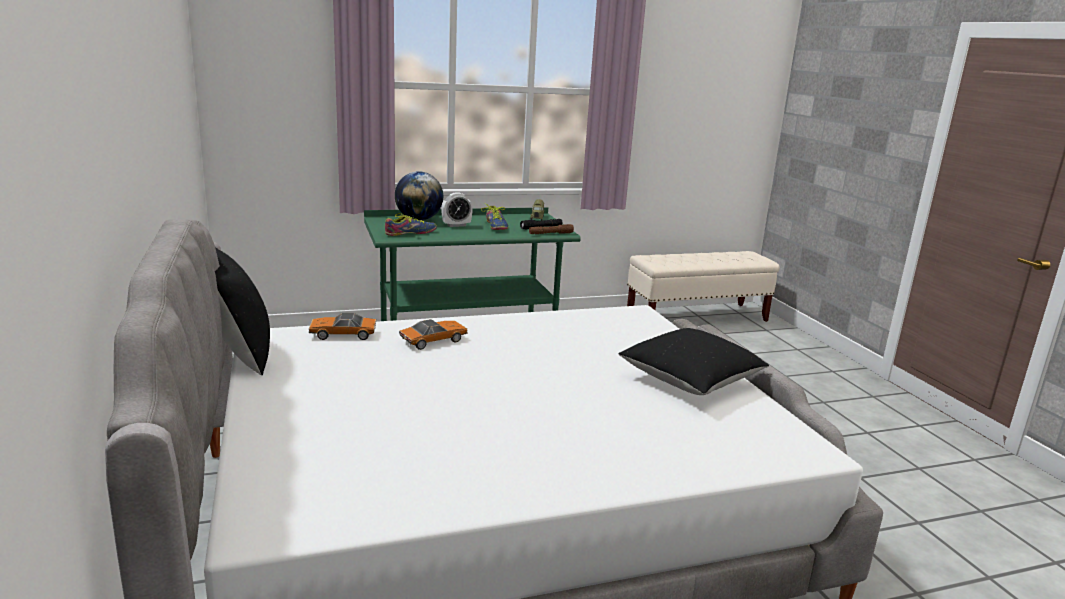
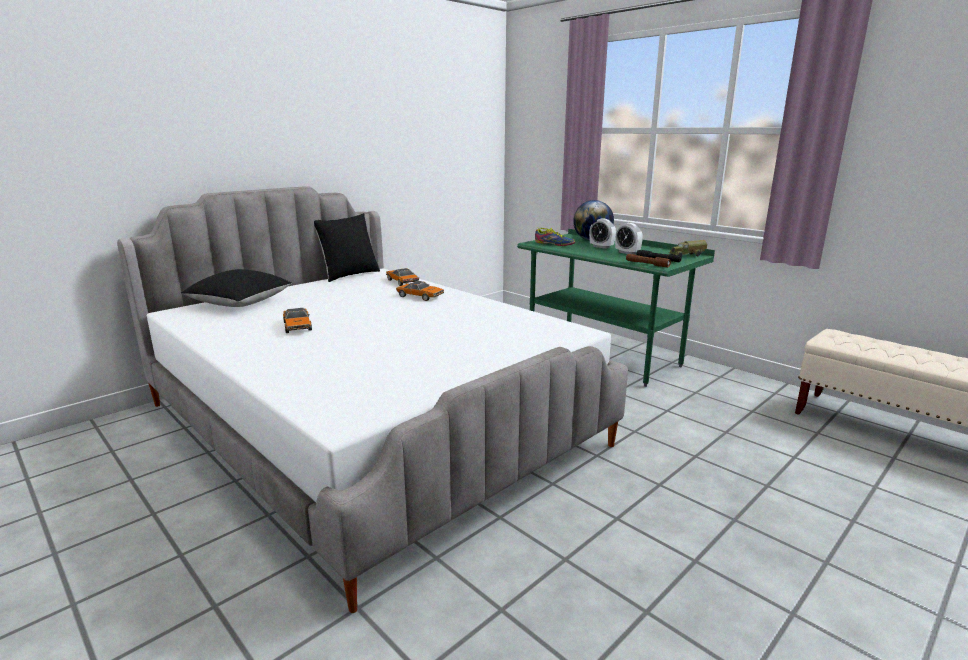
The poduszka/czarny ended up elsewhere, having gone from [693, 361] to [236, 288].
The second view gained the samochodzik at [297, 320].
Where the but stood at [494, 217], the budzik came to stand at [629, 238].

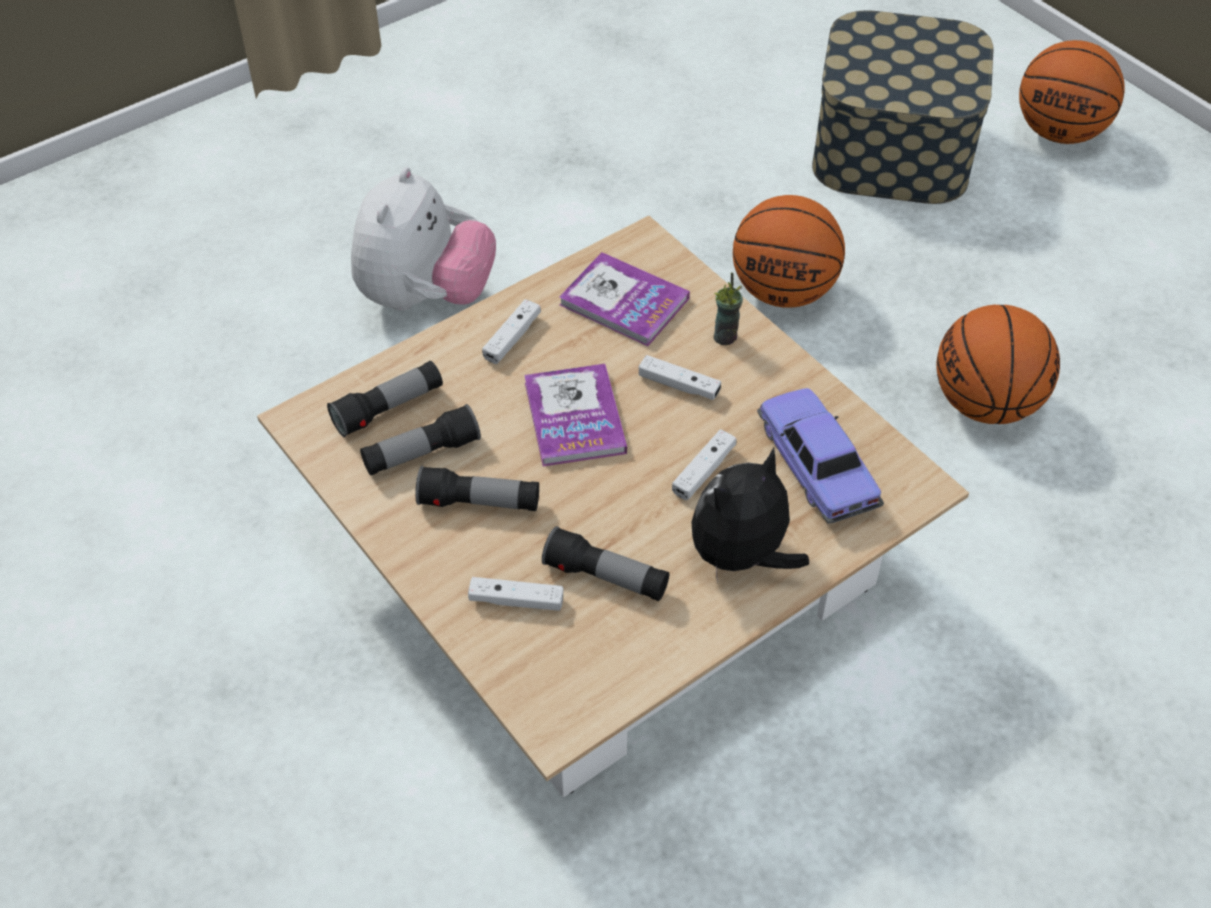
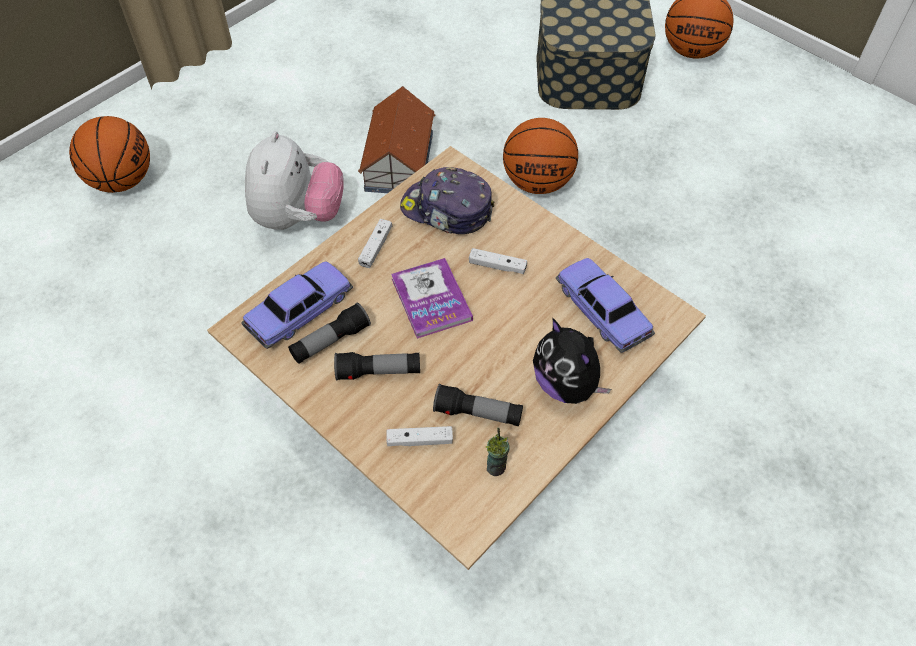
The piłka do koszykówki ended up elsewhere, having gone from [998, 364] to [109, 154].
Where the latarka stood at [385, 399], the samochodzik came to stand at [297, 305].
The second view gained the domek at [396, 139].
Where the książka stood at [624, 299], the czapka z daszkiem came to stand at [447, 200].
The filiżanka ended up elsewhere, having gone from [728, 308] to [498, 451].
The pluszak at [750, 514] ended up facing another way, 75 degrees counterclockwise from before.
The second view lost the pad do gier/biały at [704, 464].

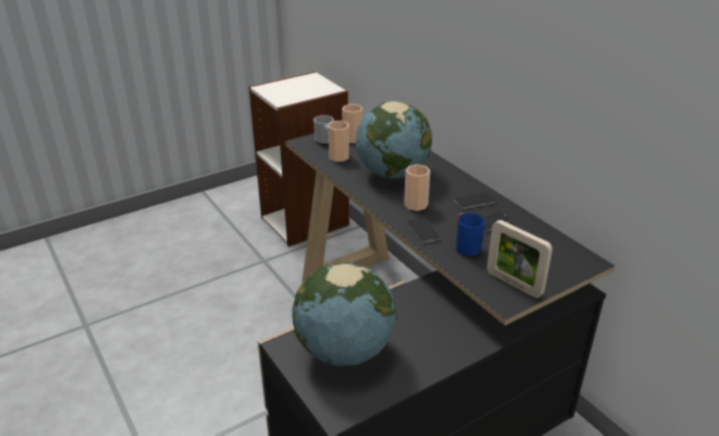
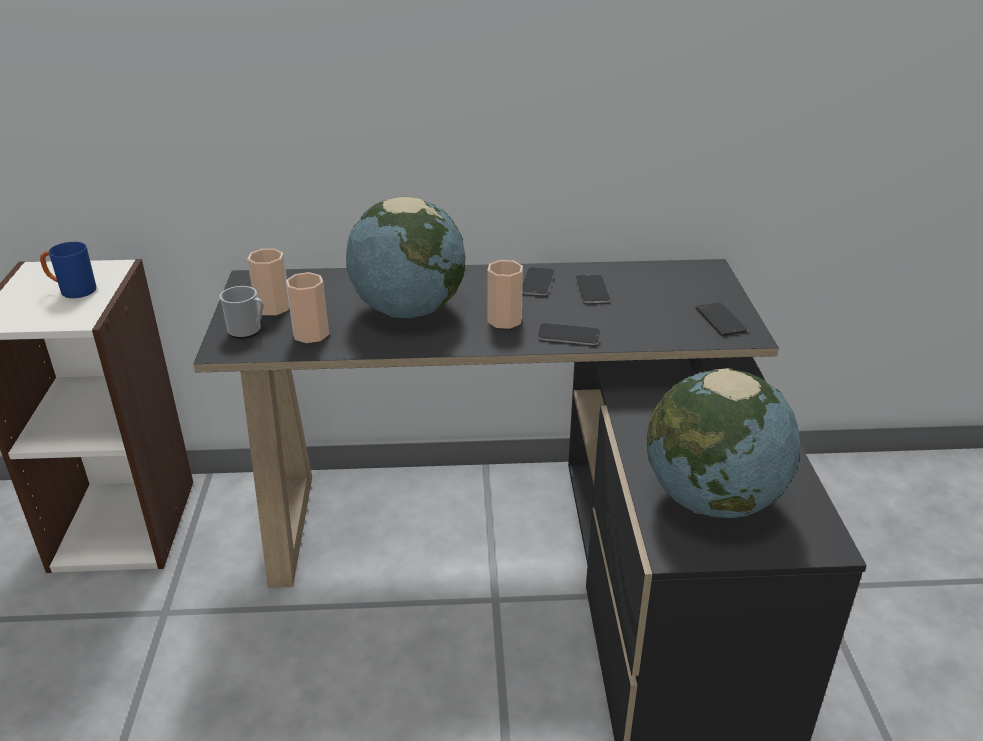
The kubek/niebieski ended up elsewhere, having gone from [470, 234] to [68, 270].
Where the ramka na zdjęcie stood at [520, 259], the telefon came to stand at [721, 319].

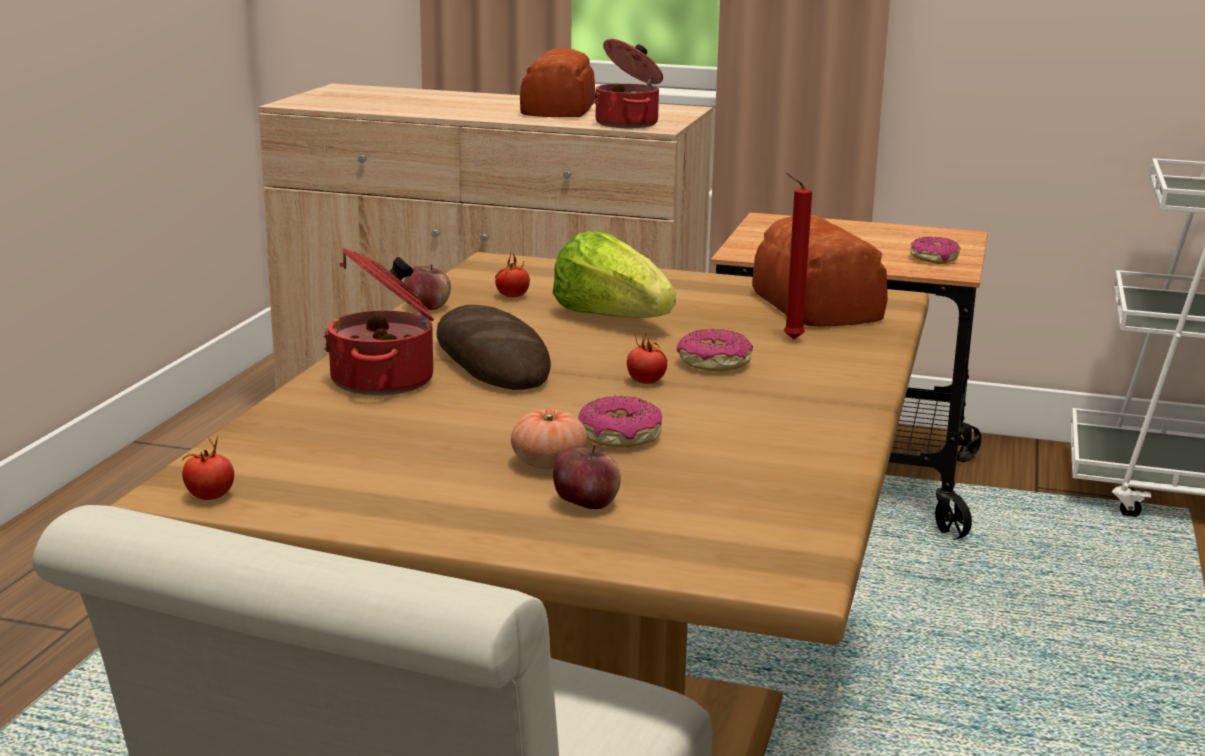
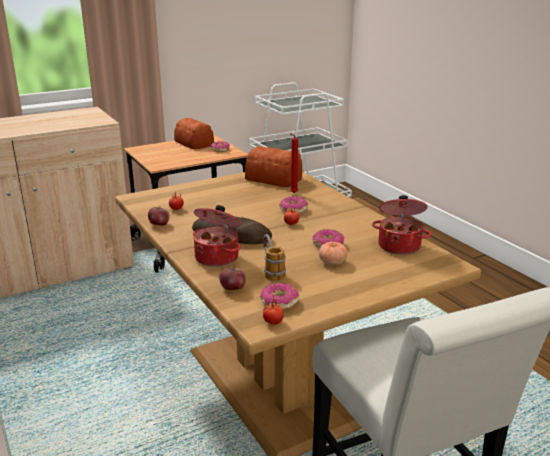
The chleb ended up elsewhere, having gone from [558, 82] to [194, 133].
The jabłko ended up elsewhere, having gone from [587, 477] to [232, 278].
The second view gained the donut at [279, 296].
The second view gained the kubek at [274, 257].
The garnek ended up elsewhere, having gone from [628, 83] to [401, 225].
The second view lost the sałata at [614, 274].

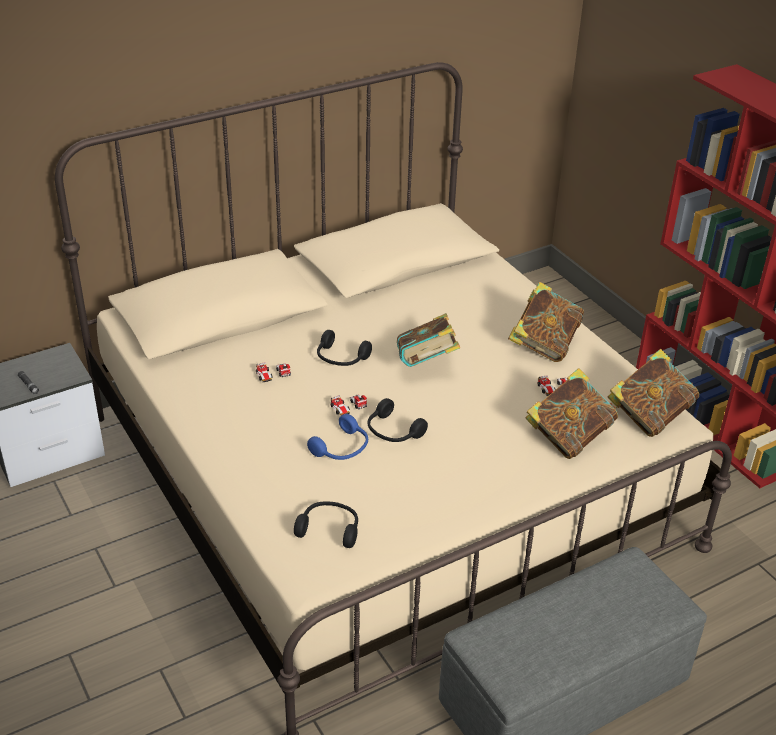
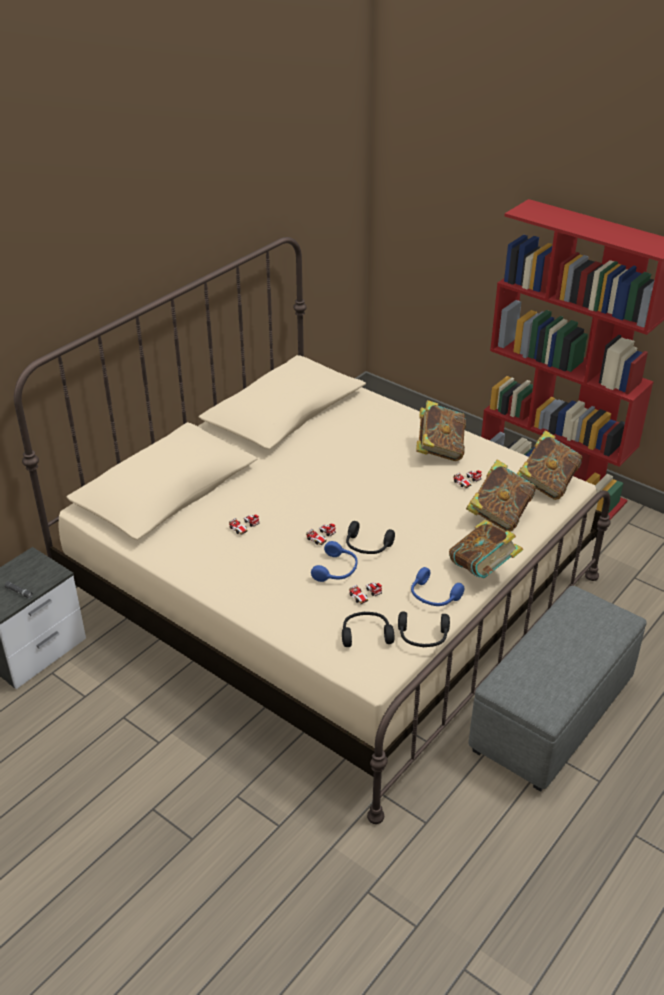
The second view gained the samochodzik at [365, 593].
The słuchawki/czarny ended up elsewhere, having gone from [344, 348] to [424, 629].
The second view gained the słuchawki/niebieski at [437, 586].
The książka ended up elsewhere, having gone from [428, 340] to [486, 548].

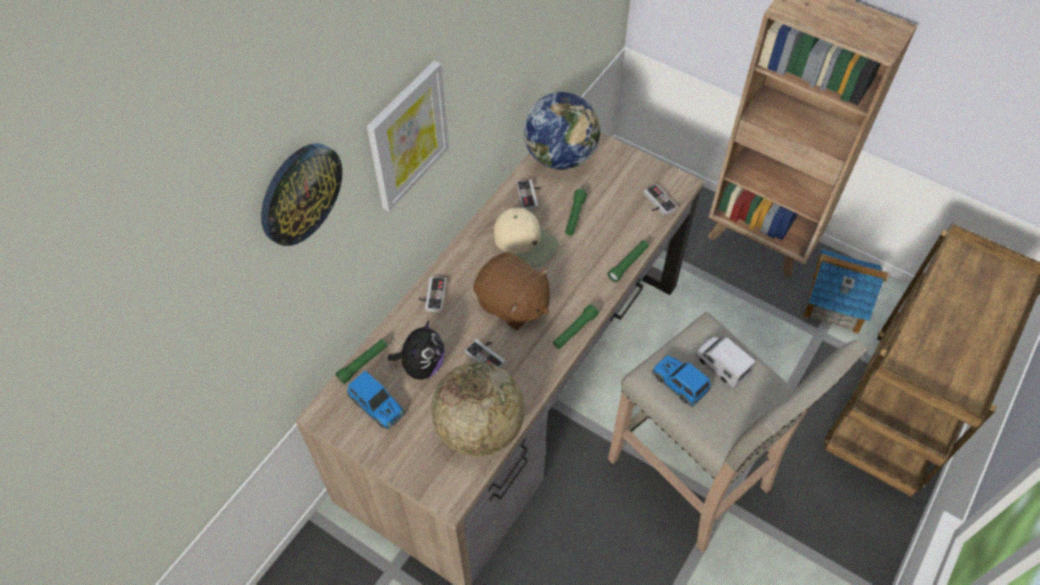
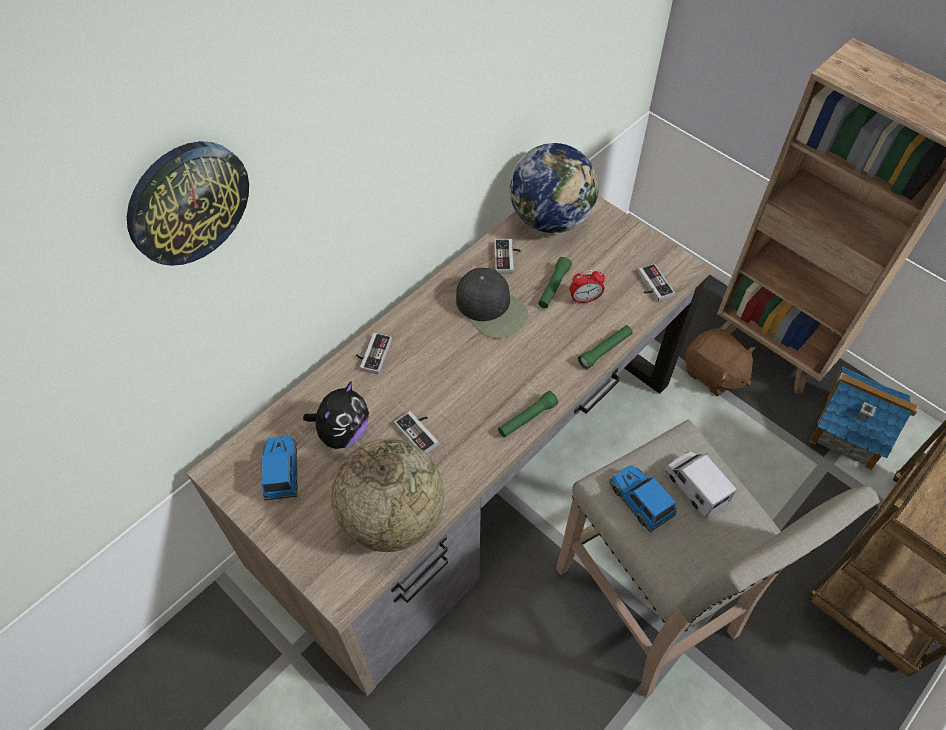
The samochodzik at [376, 400] ended up facing another way, 150 degrees counterclockwise from before.
What was the czapka z daszkiem/beżowy at [526, 237] turned into the czapka z daszkiem/czarny at [492, 303].
The second view gained the budzik at [587, 286].
The pluszak/brązowy ended up elsewhere, having gone from [511, 291] to [720, 362].
The second view lost the latarka/zielony at [362, 361].
The second view lost the obraz at [408, 135].

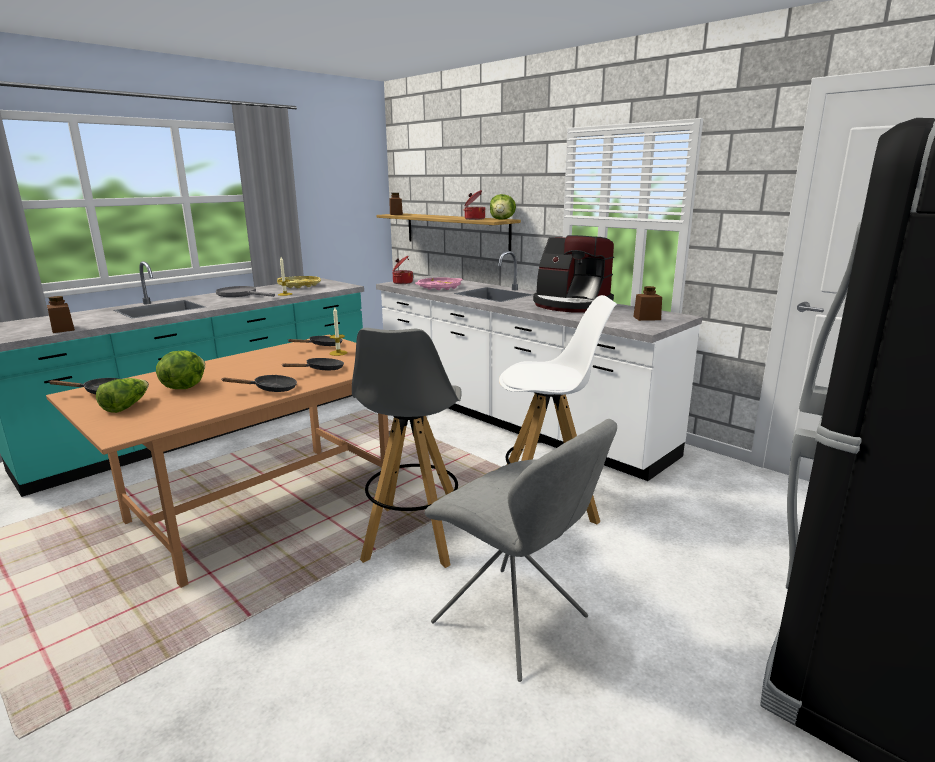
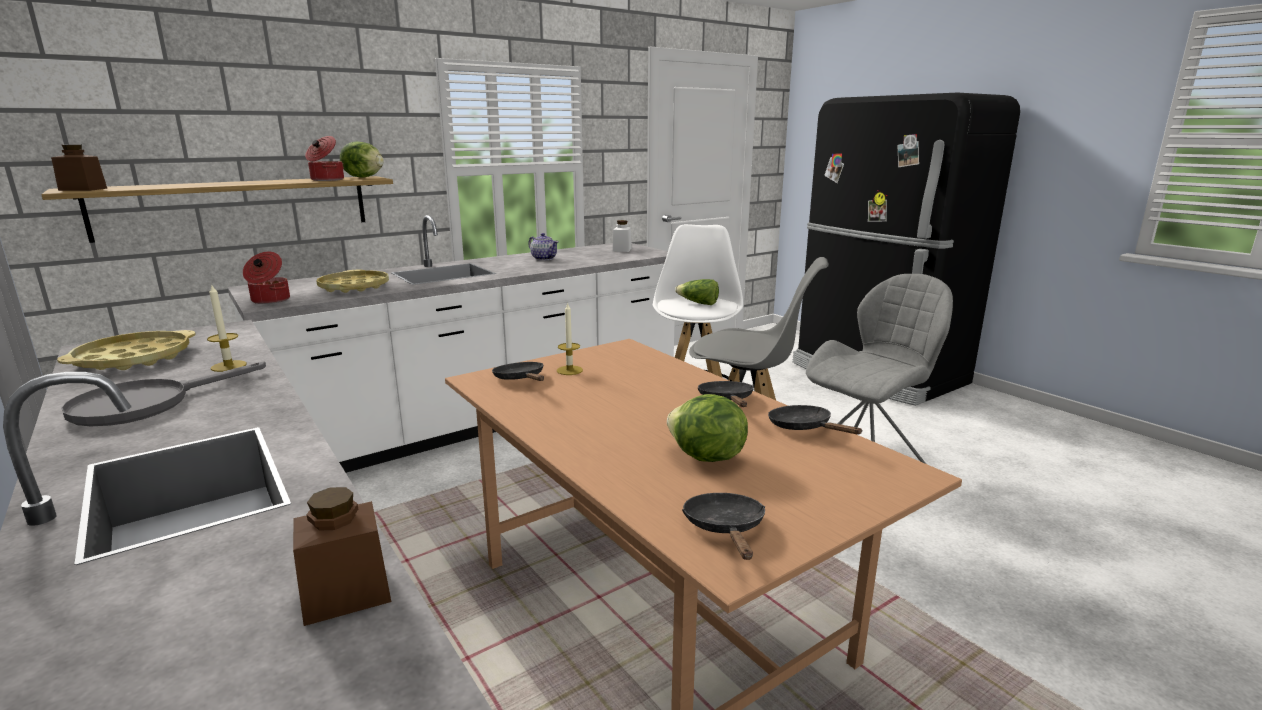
What was the taca/różowy at [439, 283] turned into the taca/żółty at [353, 281].
Where the ekspres do kawy stood at [573, 274], the imbryk came to stand at [543, 247].
What was the słoik/brązowy at [647, 303] turned into the słoik/biały at [622, 236].
The sałata ended up elsewhere, having gone from [122, 395] to [697, 292].
The patelnia/czarny ended up elsewhere, having gone from [313, 364] to [815, 419].

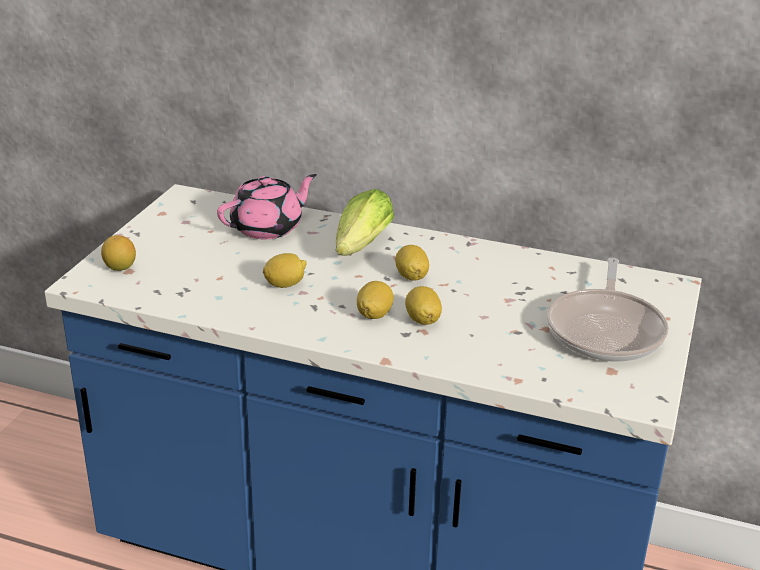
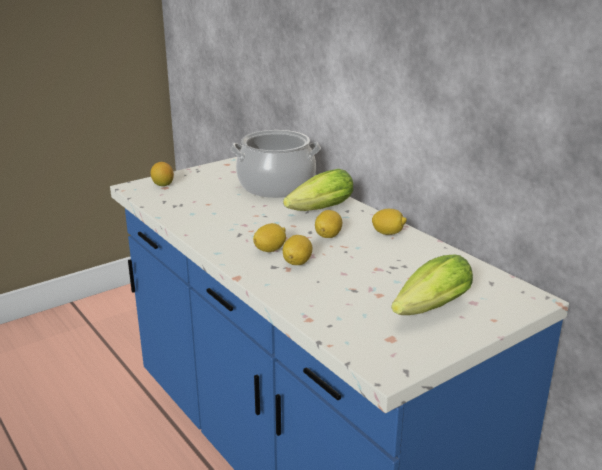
Where the imbryk/różowy stood at [267, 206], the garnek came to stand at [276, 164].
The cytryna ended up elsewhere, having gone from [285, 270] to [389, 222].
Where the patelnia stood at [608, 310], the sałata came to stand at [432, 284].

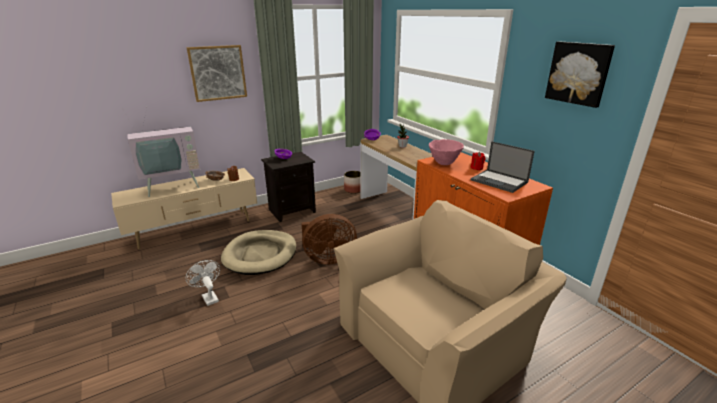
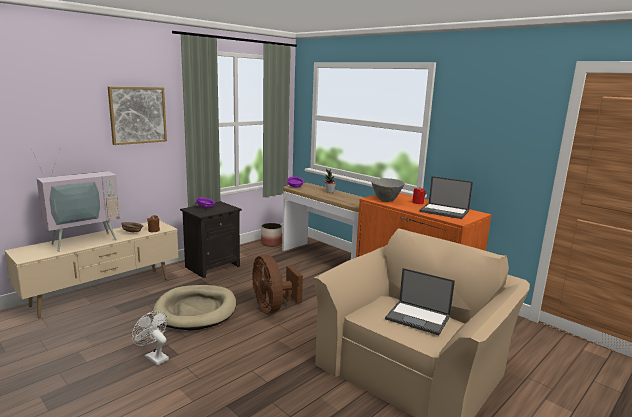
The wentylator/brązowy at [329, 239] ended up facing another way, 90 degrees clockwise from before.
What was the miska/różowy at [446, 152] turned into the miska/szary at [388, 190].
The second view gained the laptop at [420, 301].
The second view lost the obraz at [580, 74].

